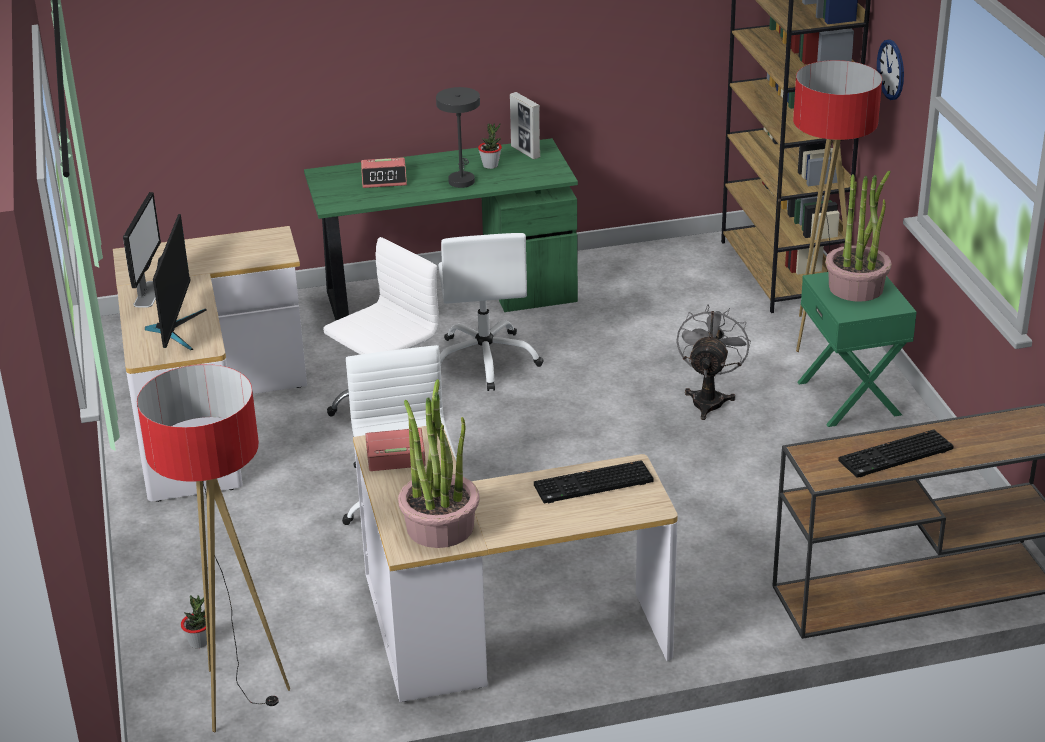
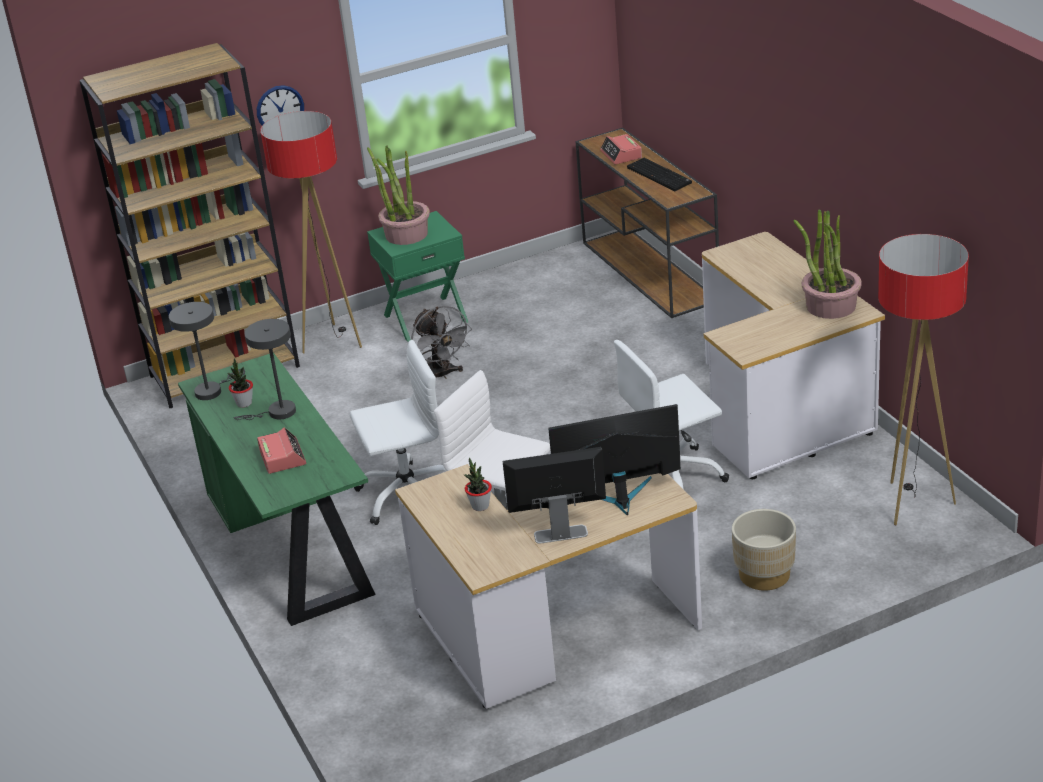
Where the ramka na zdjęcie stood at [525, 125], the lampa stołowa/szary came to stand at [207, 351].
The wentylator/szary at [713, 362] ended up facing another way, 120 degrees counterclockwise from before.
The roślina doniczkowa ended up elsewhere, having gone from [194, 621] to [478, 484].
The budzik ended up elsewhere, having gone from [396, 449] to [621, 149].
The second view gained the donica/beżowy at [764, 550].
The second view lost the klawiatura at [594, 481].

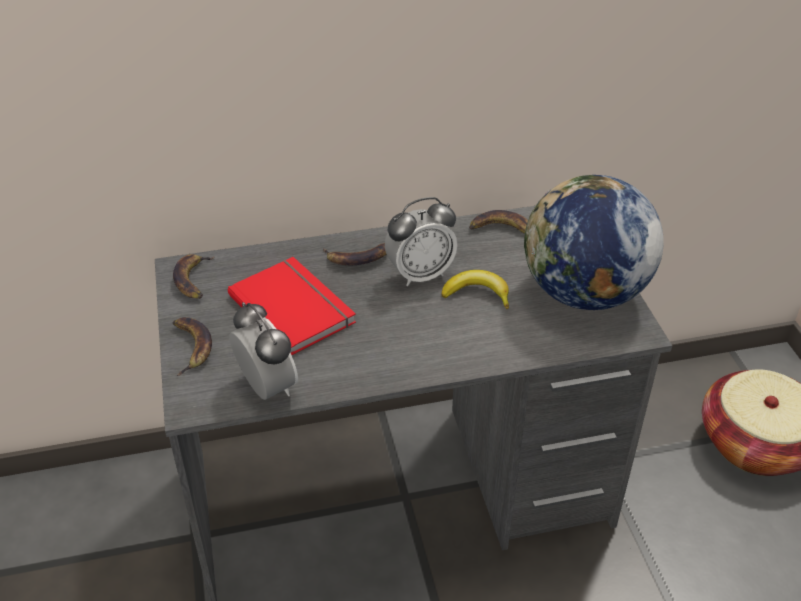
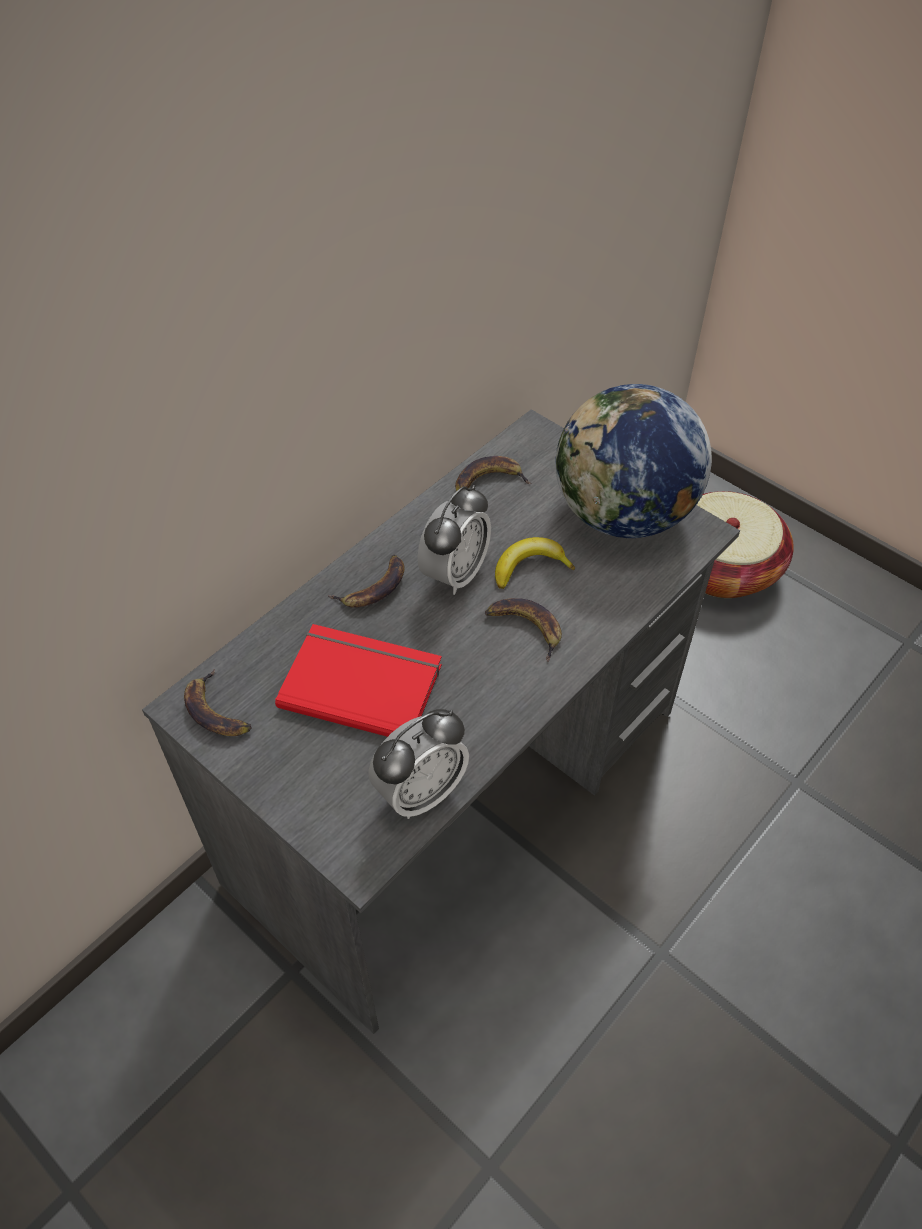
The budzik at [263, 351] ended up facing another way, 120 degrees clockwise from before.
The banan ended up elsewhere, having gone from [192, 346] to [523, 630].

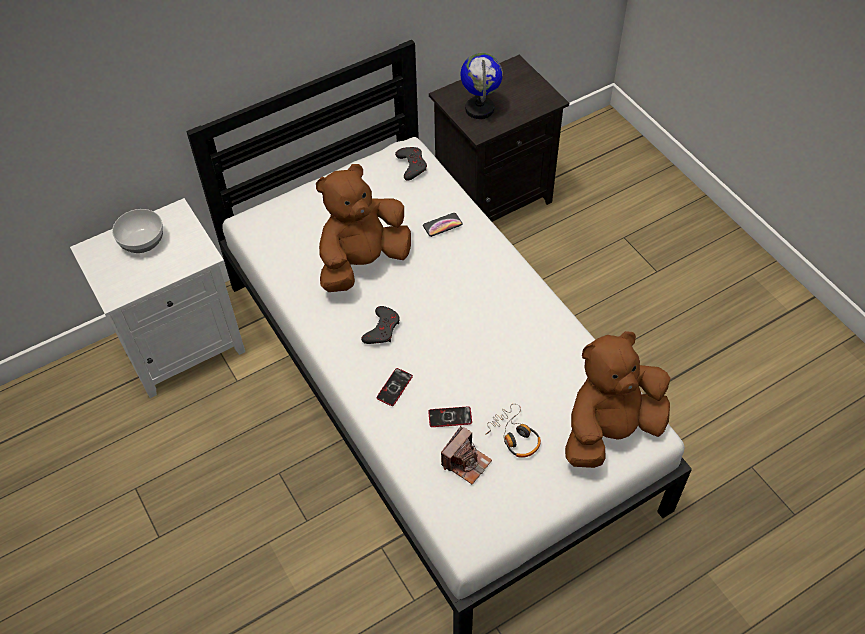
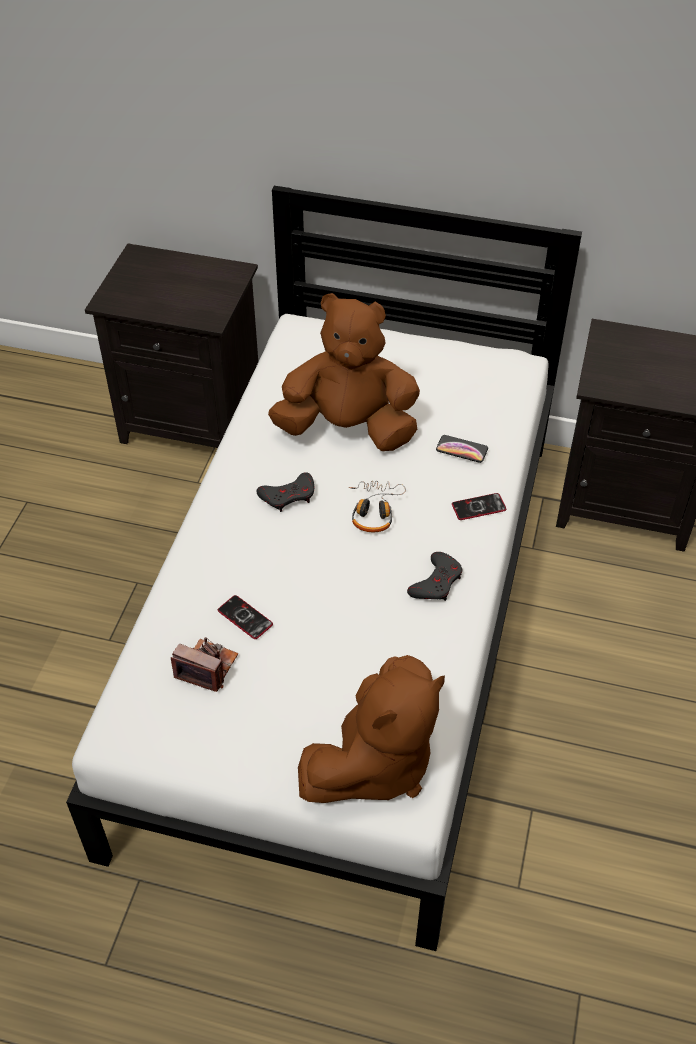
What was the szafka nocna/biały at [157, 298] turned into the szafka nocna/czarny at [171, 346].
The aparat fotograficzny at [466, 455] ended up facing another way, 150 degrees counterclockwise from before.
The pluszak/brązowy at [617, 399] ended up facing another way, 120 degrees clockwise from before.
The słuchawki ended up elsewhere, having gone from [513, 431] to [377, 506].
The pad do gier/szary ended up elsewhere, having gone from [411, 164] to [434, 576].
The telefon ended up elsewhere, having gone from [394, 387] to [479, 506].
The second view lost the miska at [137, 231].
The second view lost the globus at [482, 86].

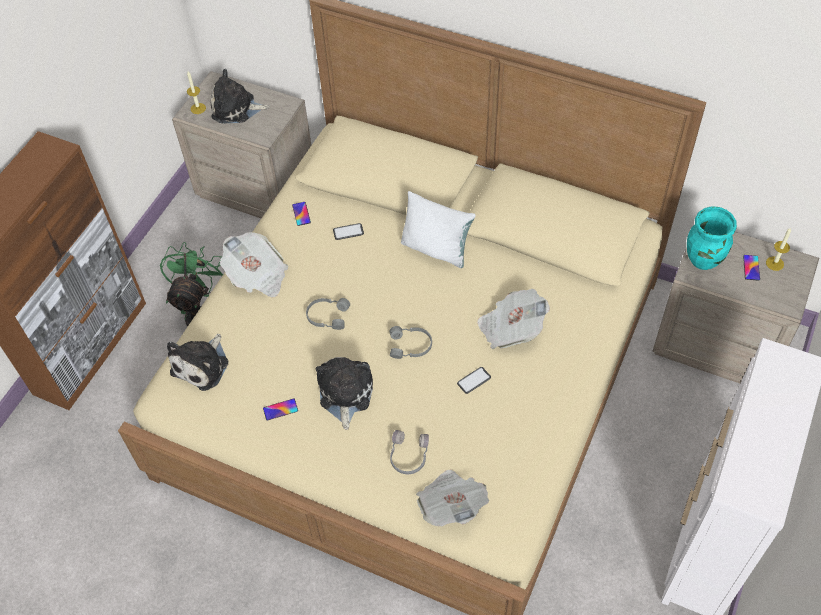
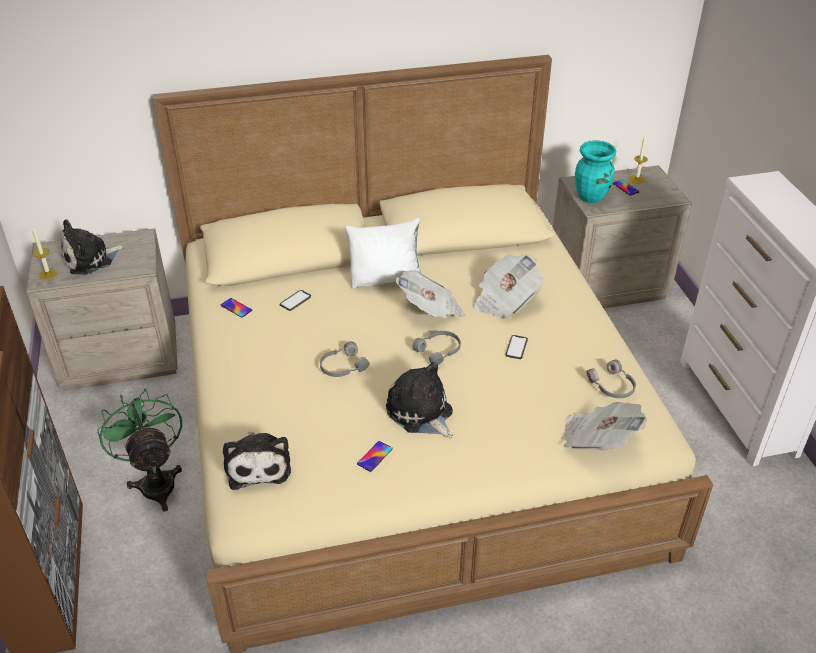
The gazeta ended up elsewhere, having gone from [254, 264] to [430, 294].
The słuchawki/szary ended up elsewhere, having gone from [409, 452] to [611, 379].

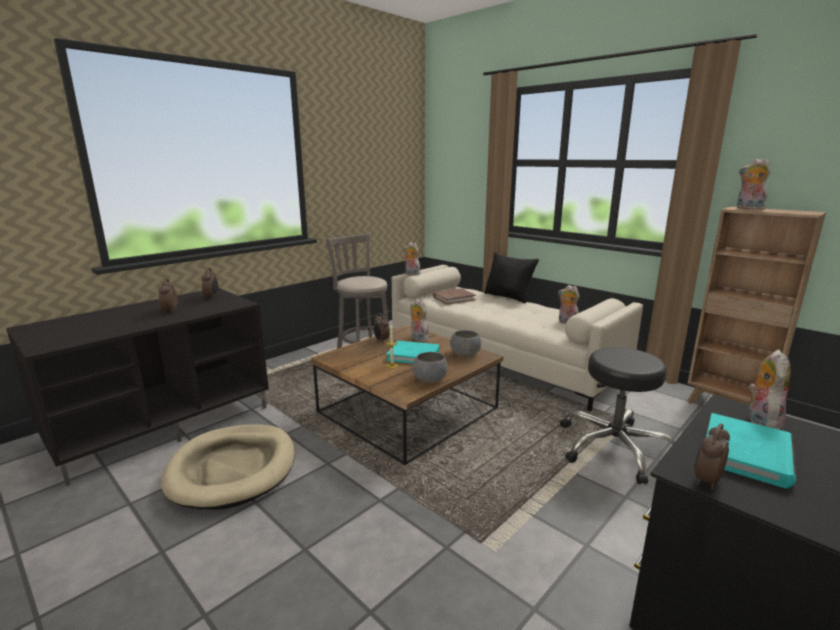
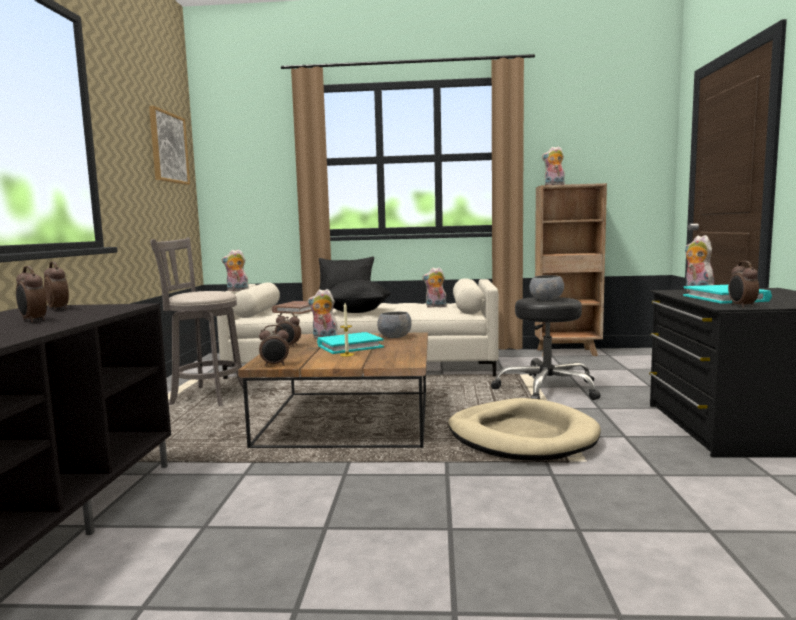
The second view gained the obraz at [169, 145].
The second view gained the budzik at [274, 345].
The second view gained the poduszka/czarny at [360, 296].
The legowisko/beżowy ended up elsewhere, having gone from [228, 467] to [524, 429].
The miska/szary ended up elsewhere, having gone from [430, 367] to [547, 288].

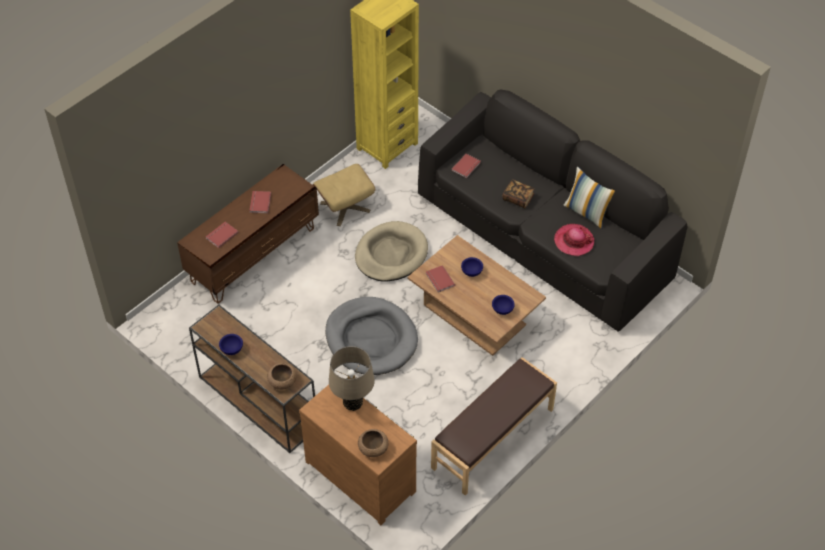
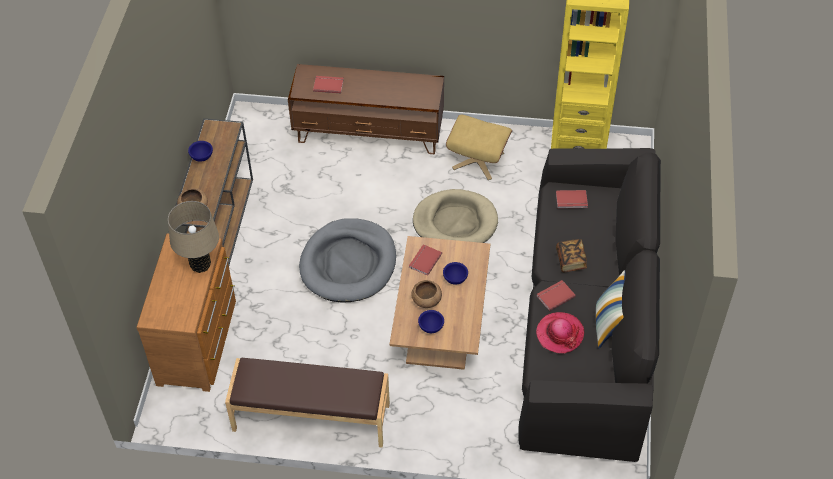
The miska/brązowy ended up elsewhere, having gone from [373, 443] to [426, 294].
The książka/czerwony ended up elsewhere, having gone from [260, 202] to [556, 295].

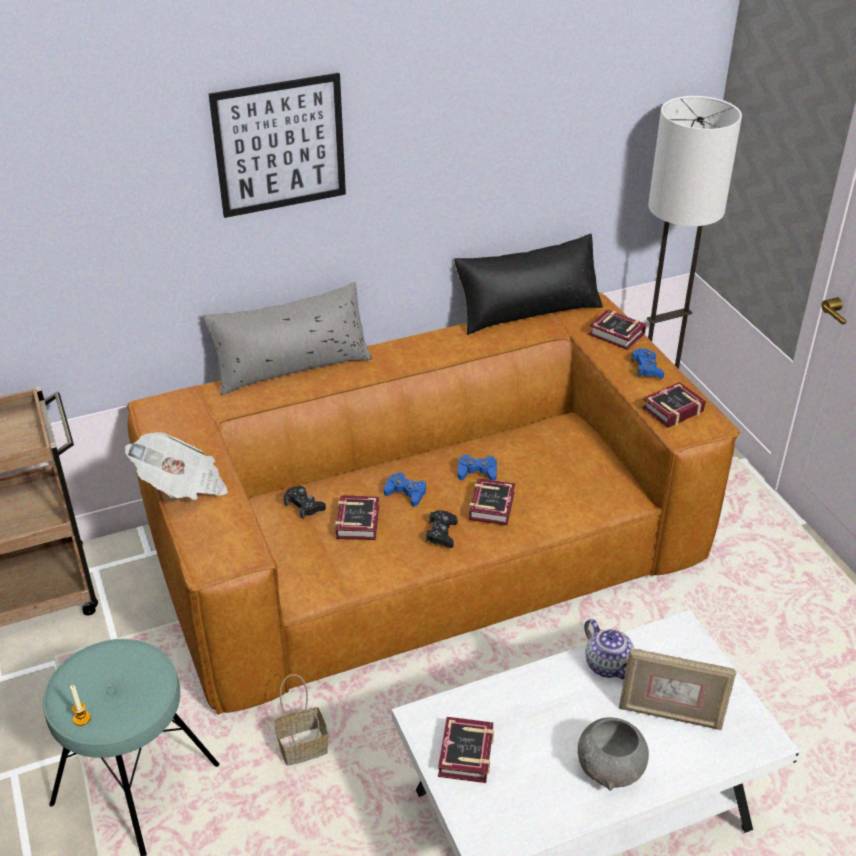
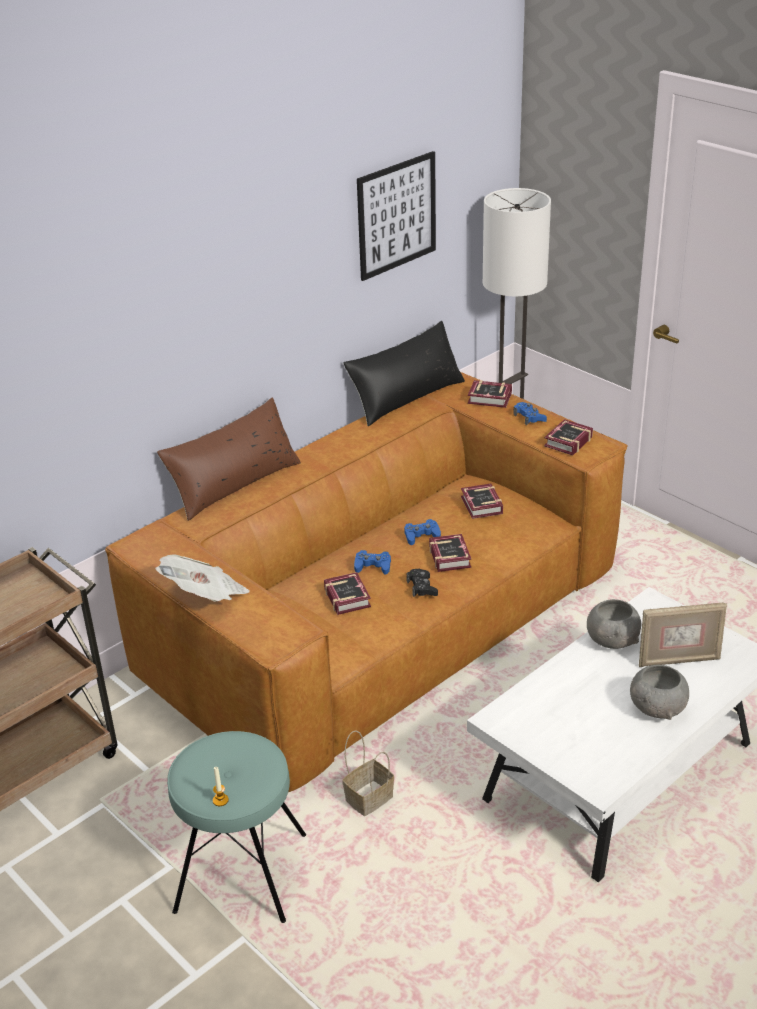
What was the poduszka/szary at [287, 338] turned into the poduszka/brązowy at [229, 459].
The obraz ended up elsewhere, having gone from [277, 145] to [396, 216].
The książka ended up elsewhere, having gone from [466, 750] to [482, 501].
Where the imbryk stood at [609, 649], the miska/szary came to stand at [614, 624].
The second view lost the pad do gier/czarny at [305, 502].

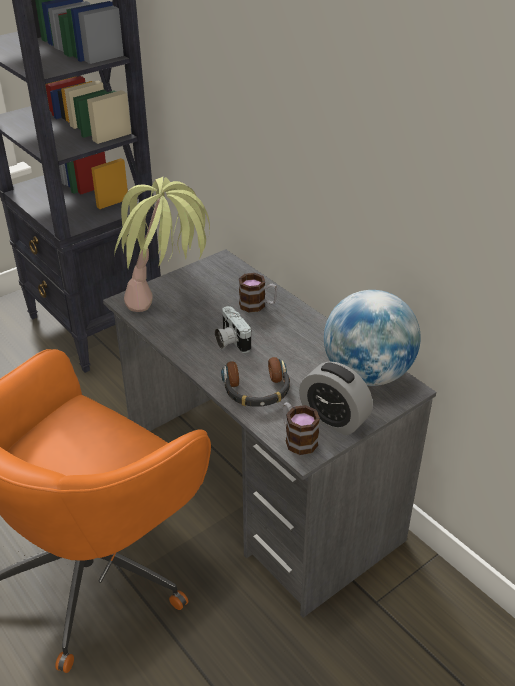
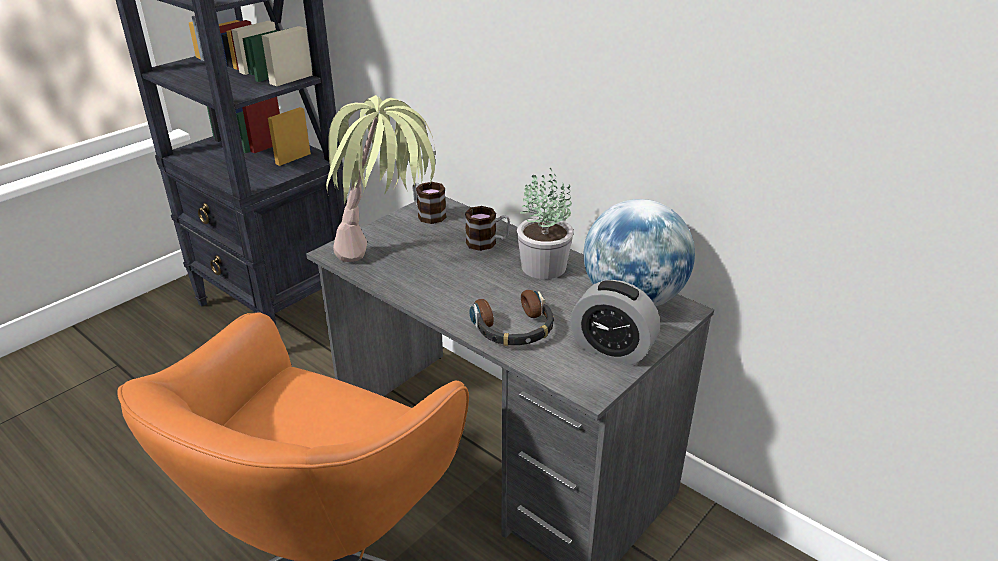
The kubek ended up elsewhere, having gone from [301, 428] to [429, 203].
The second view gained the roślina doniczkowa at [545, 223].
The second view lost the aparat fotograficzny at [233, 329].

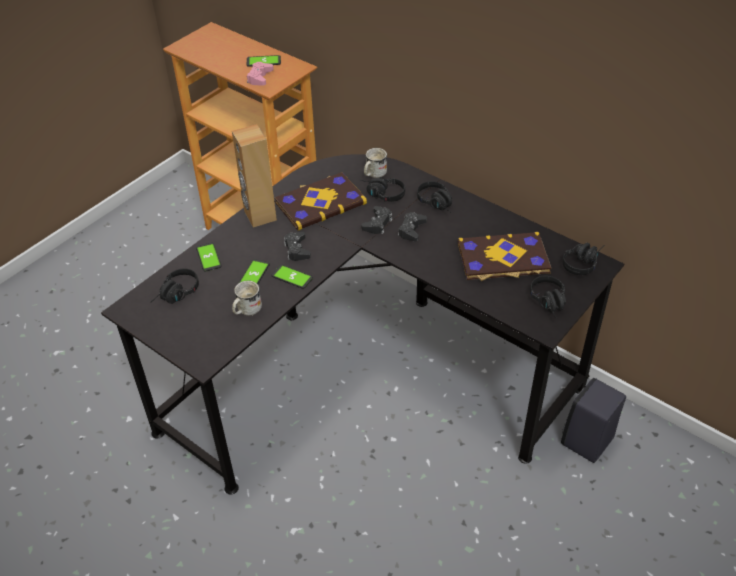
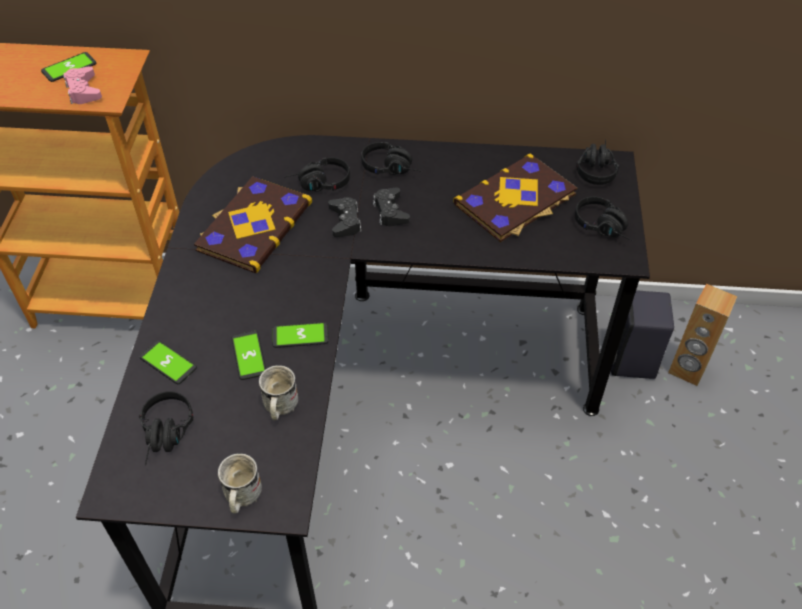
The kubek/biały ended up elsewhere, having gone from [375, 163] to [240, 483].
The głośnik/brązowy ended up elsewhere, having gone from [254, 176] to [702, 335].
The second view lost the pad do gier/czarny at [297, 246].

